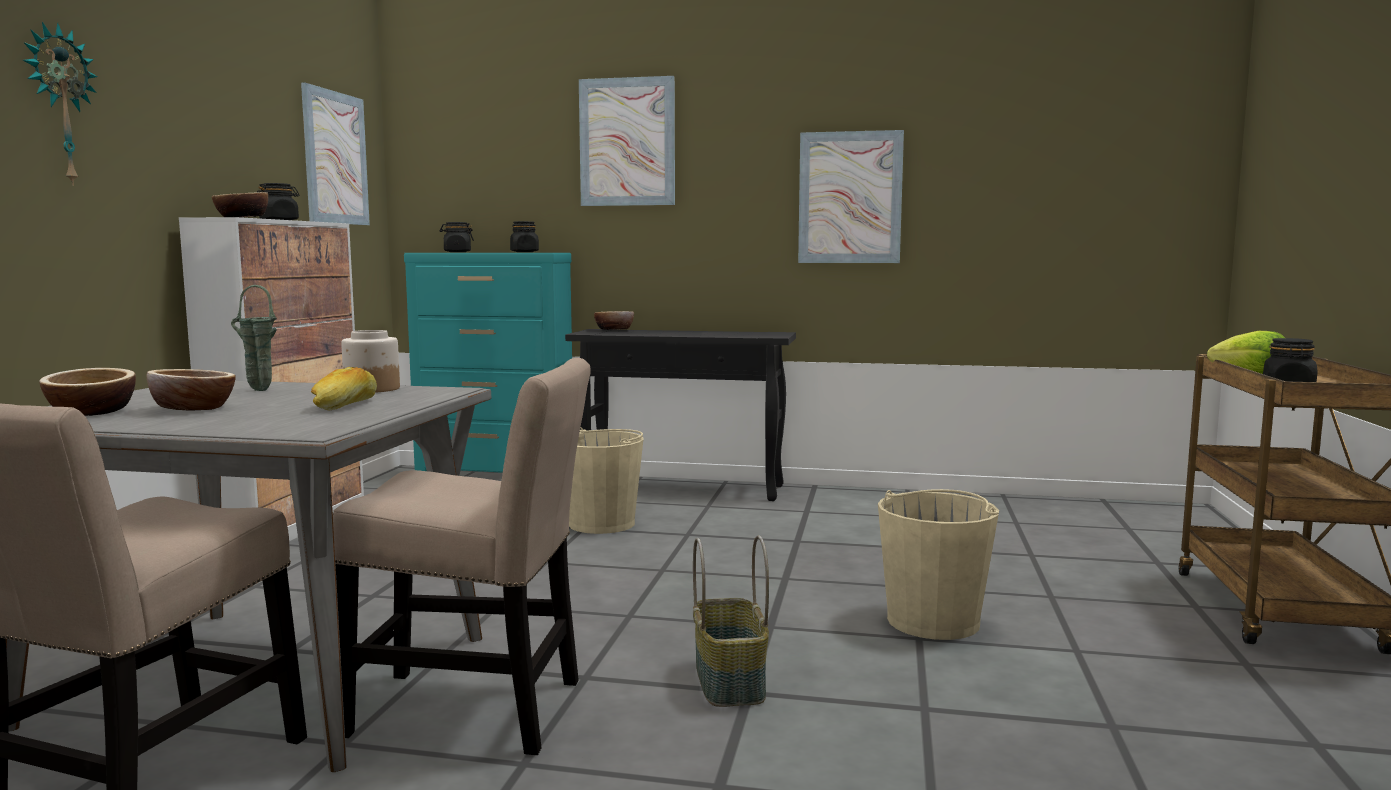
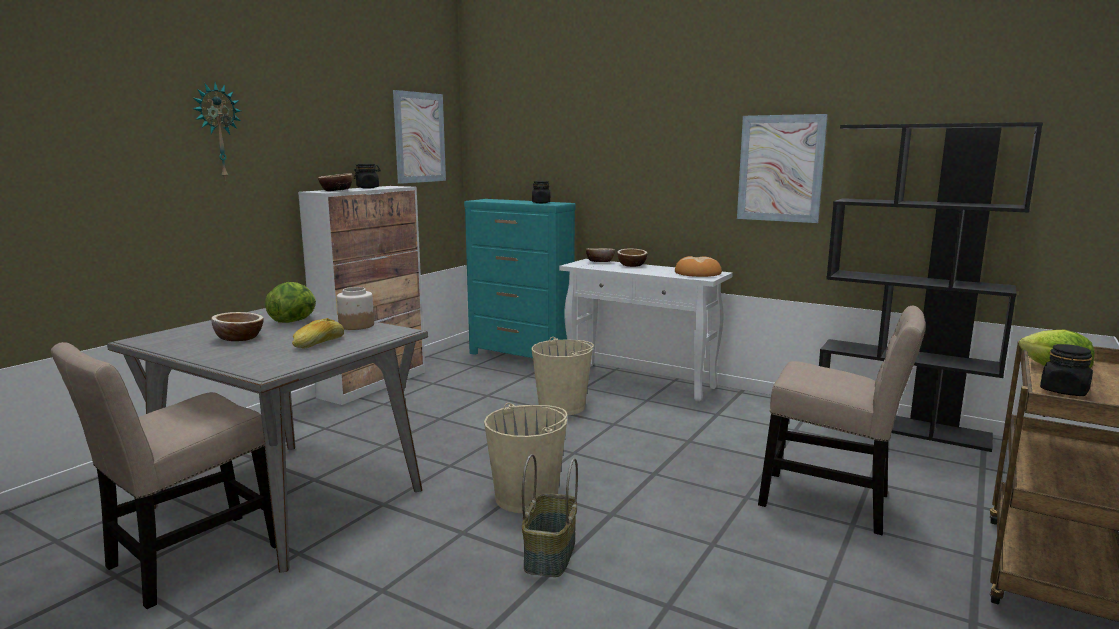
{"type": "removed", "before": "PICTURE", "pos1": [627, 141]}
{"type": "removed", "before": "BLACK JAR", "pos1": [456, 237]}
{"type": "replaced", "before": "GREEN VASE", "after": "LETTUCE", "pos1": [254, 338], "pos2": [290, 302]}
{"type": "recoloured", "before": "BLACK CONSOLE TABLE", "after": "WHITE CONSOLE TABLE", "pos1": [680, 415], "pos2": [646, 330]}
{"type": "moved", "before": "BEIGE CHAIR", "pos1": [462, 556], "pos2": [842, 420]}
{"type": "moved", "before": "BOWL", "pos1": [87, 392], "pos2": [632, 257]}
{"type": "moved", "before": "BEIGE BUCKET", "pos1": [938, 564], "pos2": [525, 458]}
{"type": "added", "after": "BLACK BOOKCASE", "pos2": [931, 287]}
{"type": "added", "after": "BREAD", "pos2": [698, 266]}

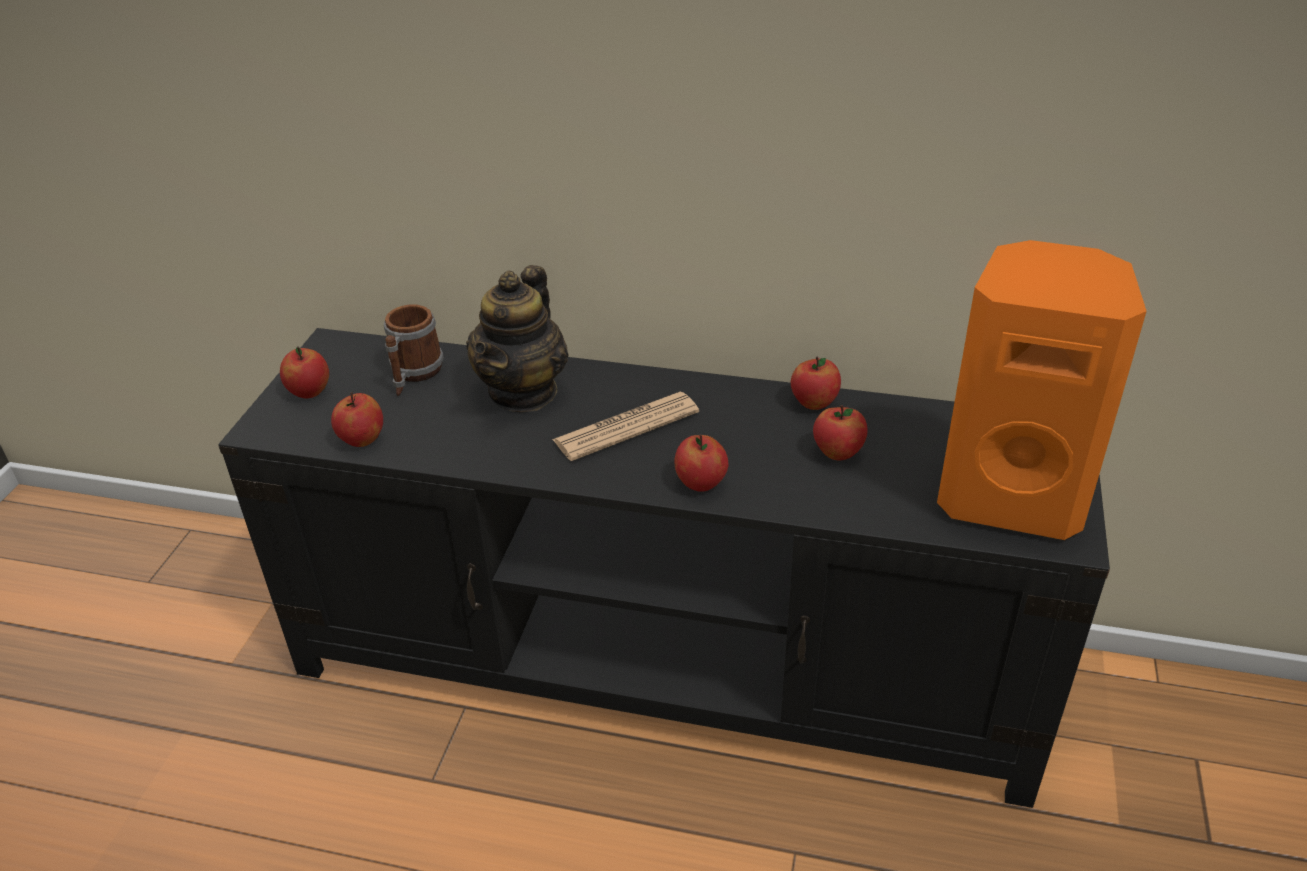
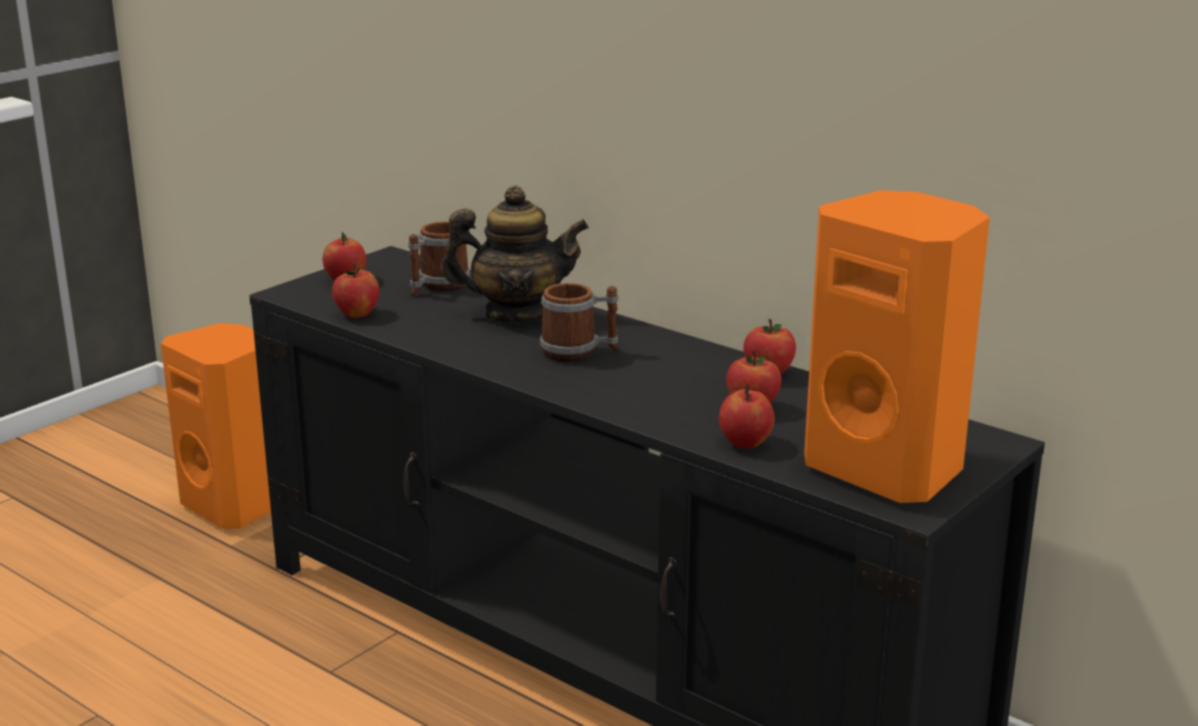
{"type": "turned", "before": "TEAPOT", "pos1": [517, 338], "pos2": [515, 254], "turn": -135}
{"type": "replaced", "before": "NEWSPAPER", "after": "MUG", "pos1": [625, 426], "pos2": [580, 322]}
{"type": "moved", "before": "APPLE", "pos1": [701, 463], "pos2": [747, 416]}
{"type": "added", "after": "ORANGE SPEAKER", "pos2": [216, 426]}

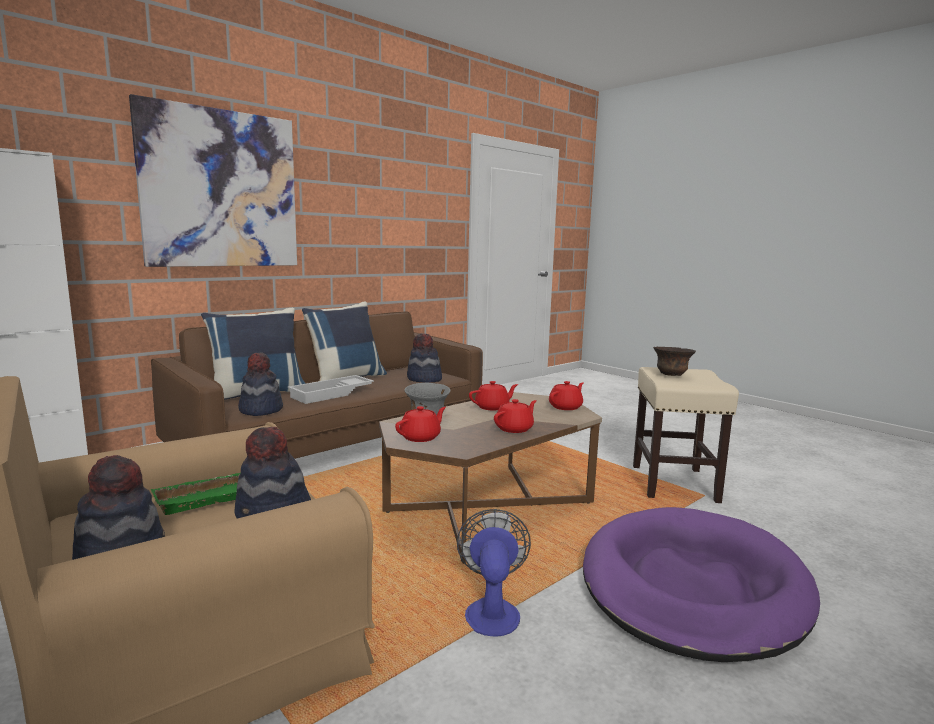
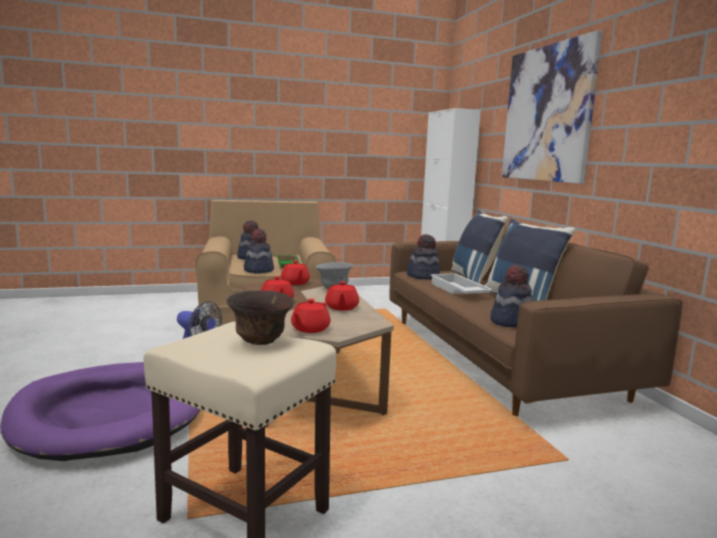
{"type": "turned", "before": "RED TEAPOT", "pos1": [566, 395], "pos2": [311, 316], "turn": 45}

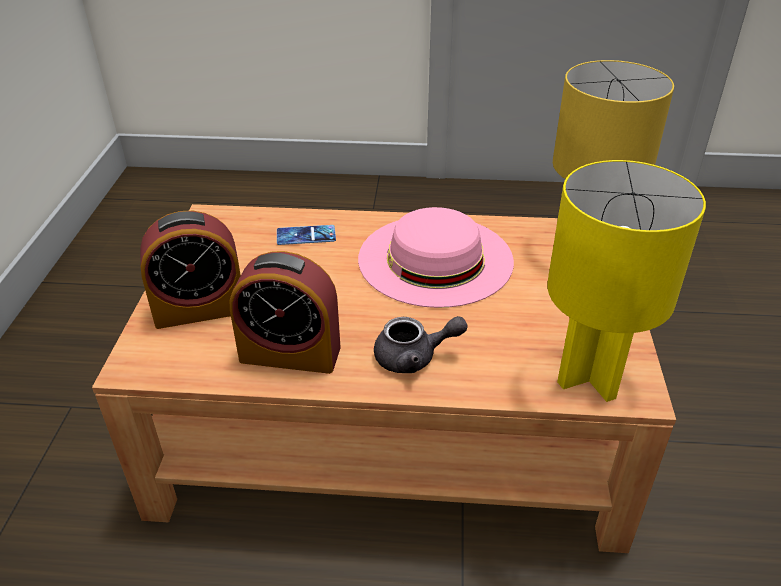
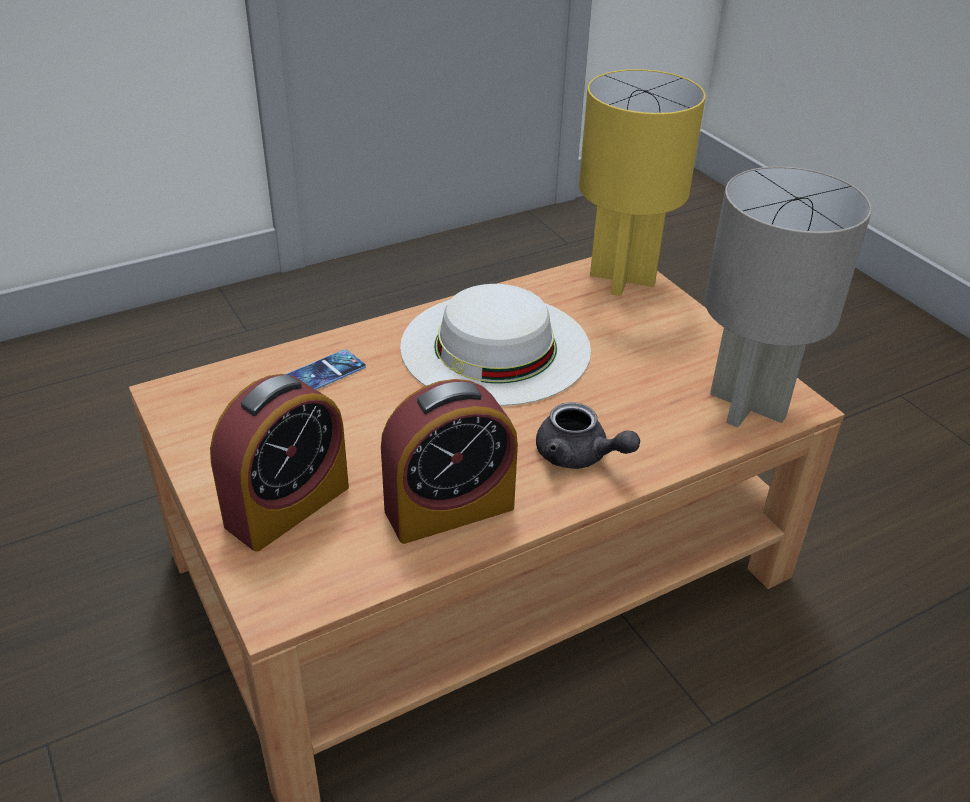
{"type": "recoloured", "before": "YELLOW TABLE LAMP", "after": "GREY TABLE LAMP", "pos1": [626, 281], "pos2": [788, 297]}
{"type": "recoloured", "before": "PINK HAT", "after": "WHITE HAT", "pos1": [436, 257], "pos2": [495, 345]}
{"type": "turned", "before": "GREY TEAPOT", "pos1": [421, 344], "pos2": [588, 435], "turn": 75}

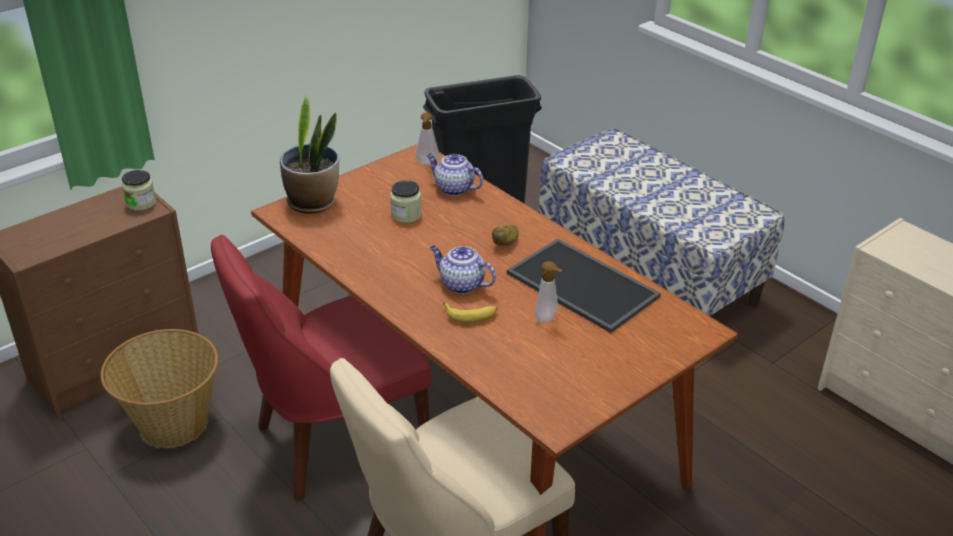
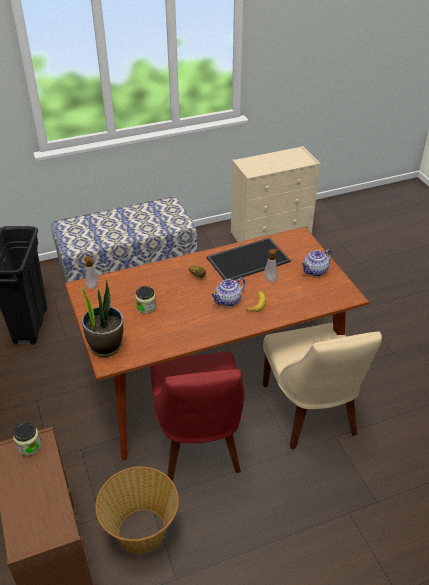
{"type": "moved", "before": "TEAPOT", "pos1": [454, 175], "pos2": [317, 262]}

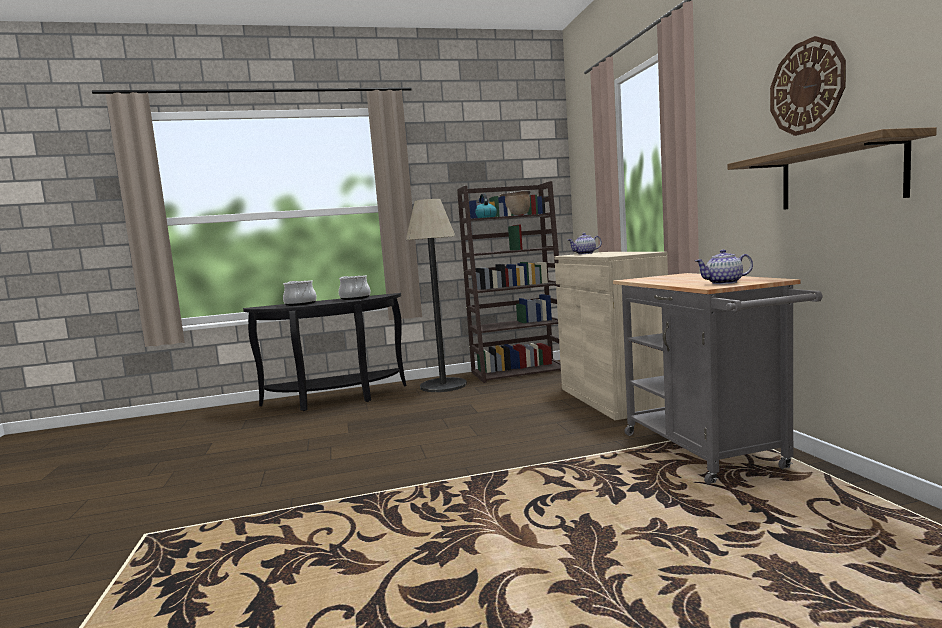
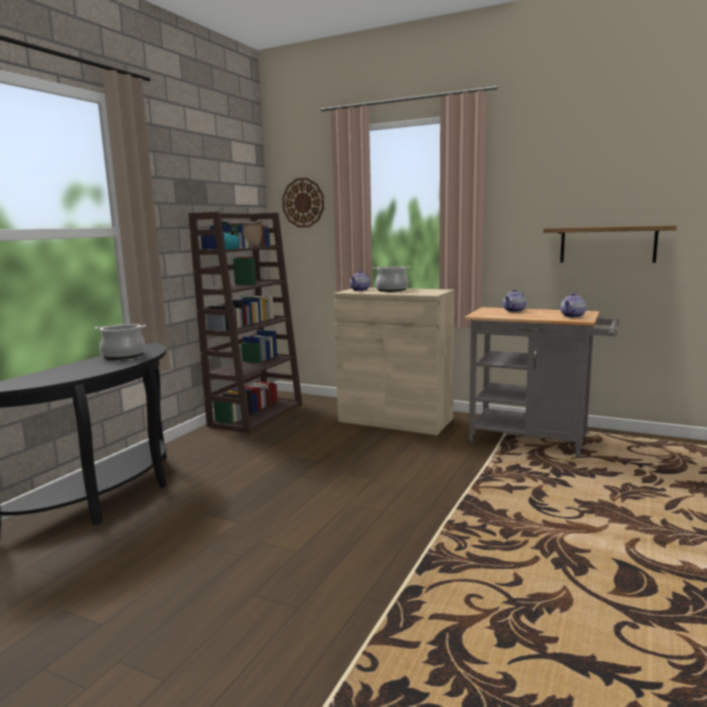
{"type": "moved", "before": "WALL CLOCK", "pos1": [808, 86], "pos2": [303, 203]}
{"type": "removed", "before": "FLOOR LAMP", "pos1": [436, 295]}
{"type": "moved", "before": "COOKING POT", "pos1": [300, 293], "pos2": [392, 279]}
{"type": "added", "after": "TEAPOT", "pos2": [514, 300]}

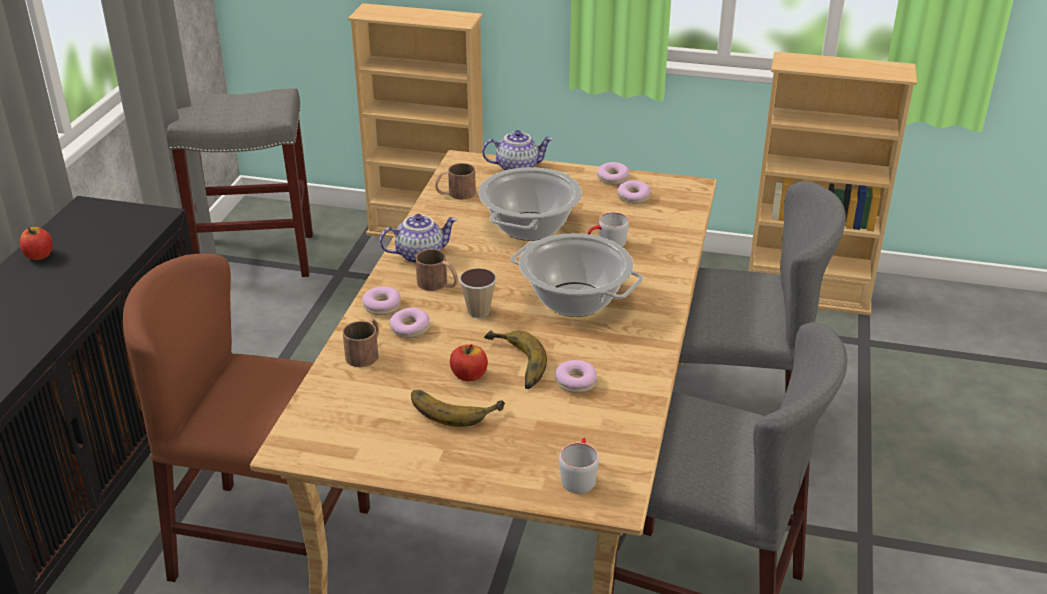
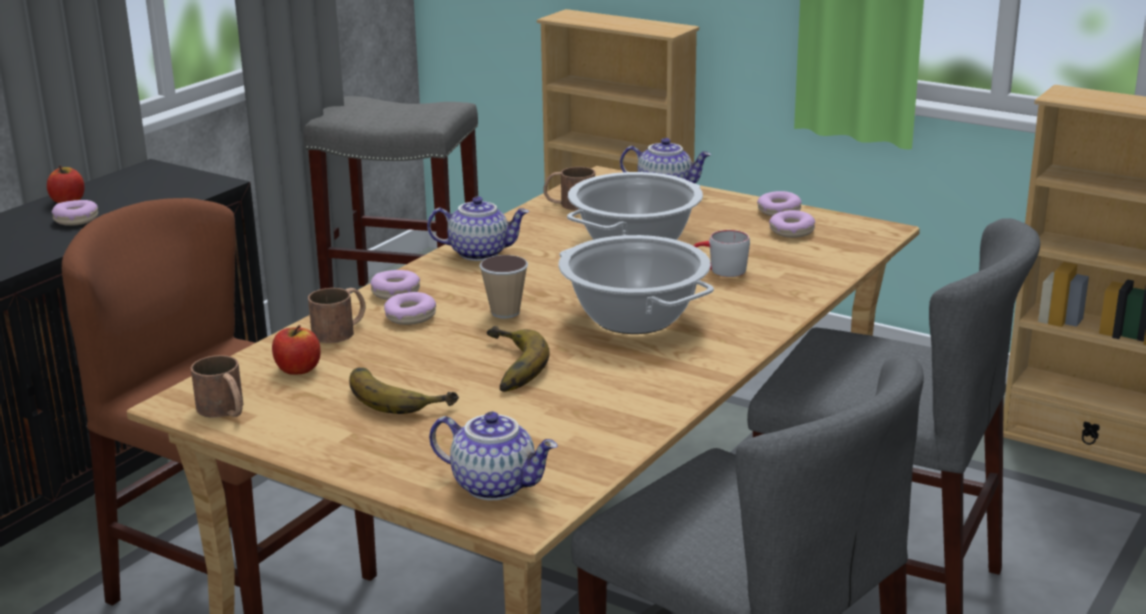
{"type": "moved", "before": "BROWN MUG", "pos1": [437, 270], "pos2": [217, 386]}
{"type": "moved", "before": "APPLE", "pos1": [469, 363], "pos2": [296, 349]}
{"type": "moved", "before": "DONUT", "pos1": [576, 376], "pos2": [75, 213]}
{"type": "replaced", "before": "GREY MUG", "after": "TEAPOT", "pos1": [579, 466], "pos2": [493, 456]}

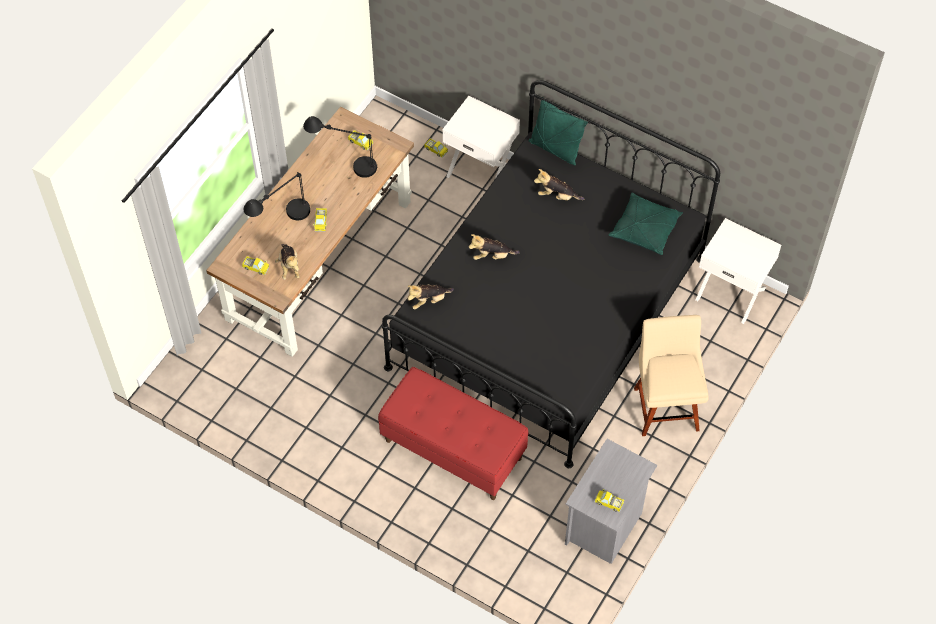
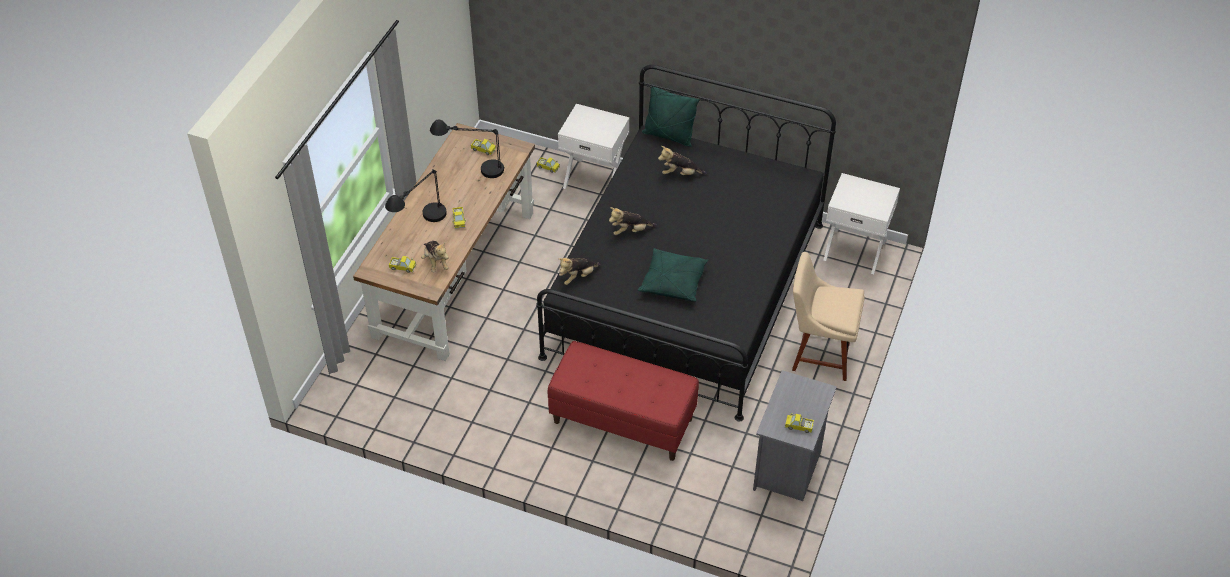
{"type": "moved", "before": "GREEN PILLOW", "pos1": [645, 223], "pos2": [673, 275]}
{"type": "turned", "before": "BEIGE CHAIR", "pos1": [671, 375], "pos2": [828, 316], "turn": -60}

